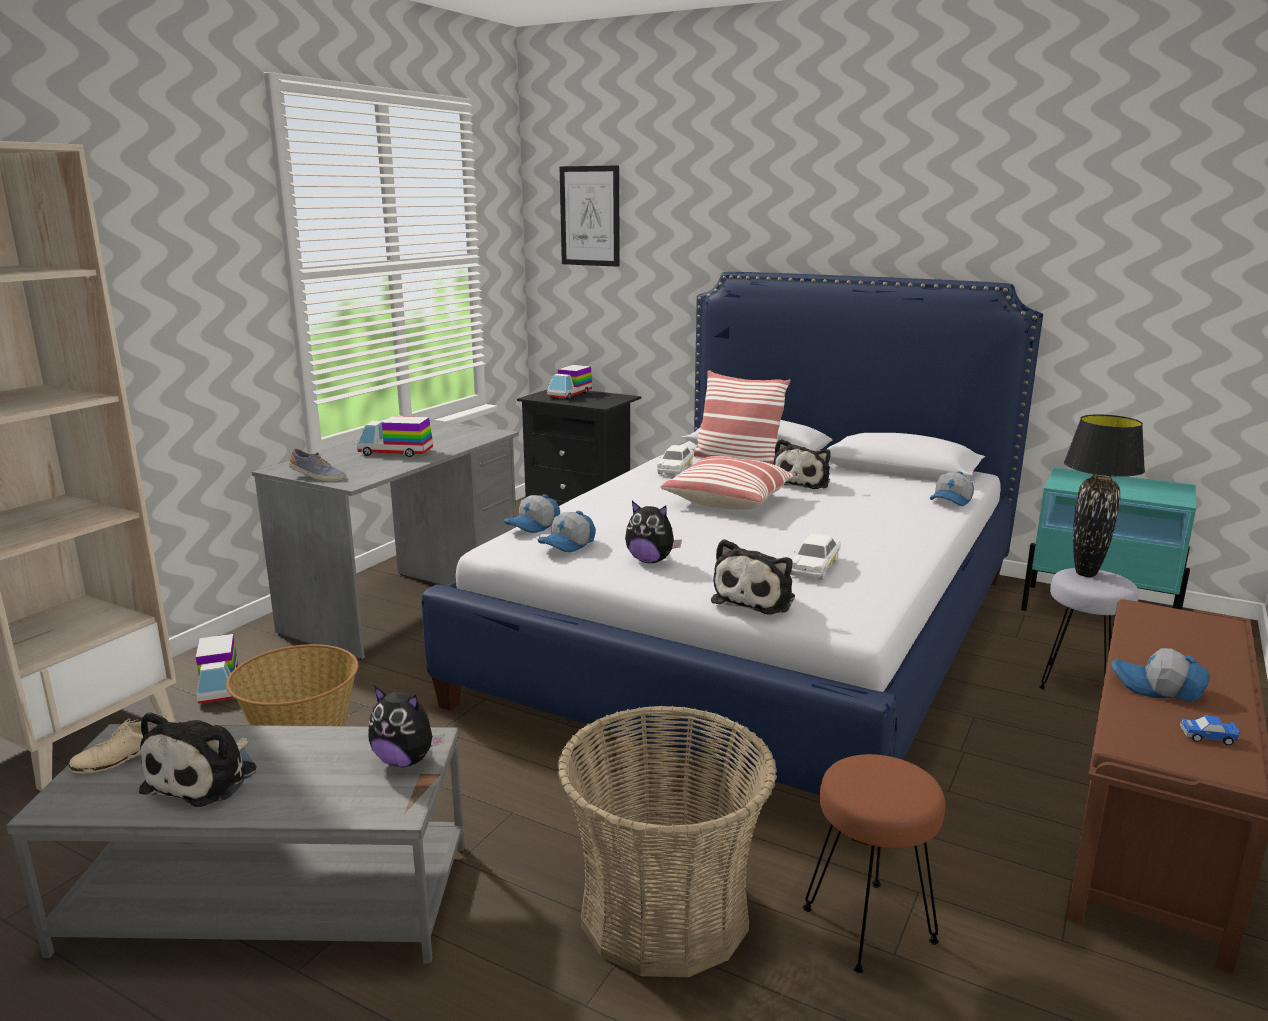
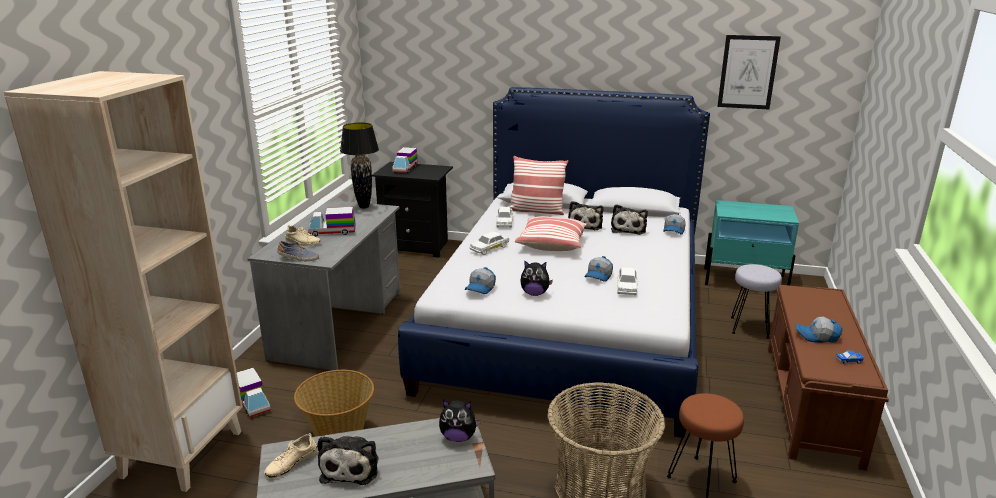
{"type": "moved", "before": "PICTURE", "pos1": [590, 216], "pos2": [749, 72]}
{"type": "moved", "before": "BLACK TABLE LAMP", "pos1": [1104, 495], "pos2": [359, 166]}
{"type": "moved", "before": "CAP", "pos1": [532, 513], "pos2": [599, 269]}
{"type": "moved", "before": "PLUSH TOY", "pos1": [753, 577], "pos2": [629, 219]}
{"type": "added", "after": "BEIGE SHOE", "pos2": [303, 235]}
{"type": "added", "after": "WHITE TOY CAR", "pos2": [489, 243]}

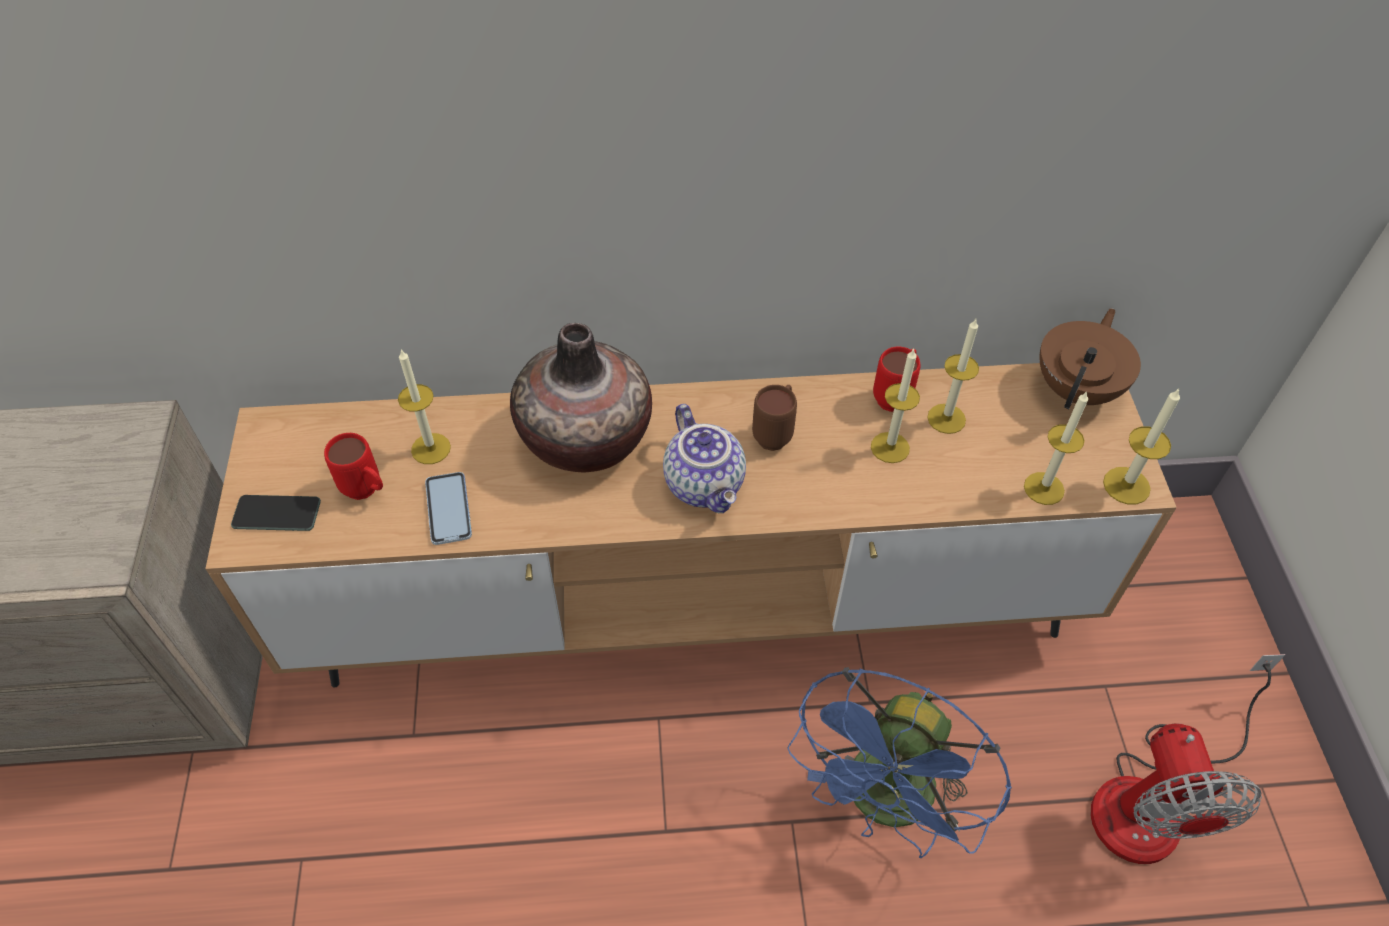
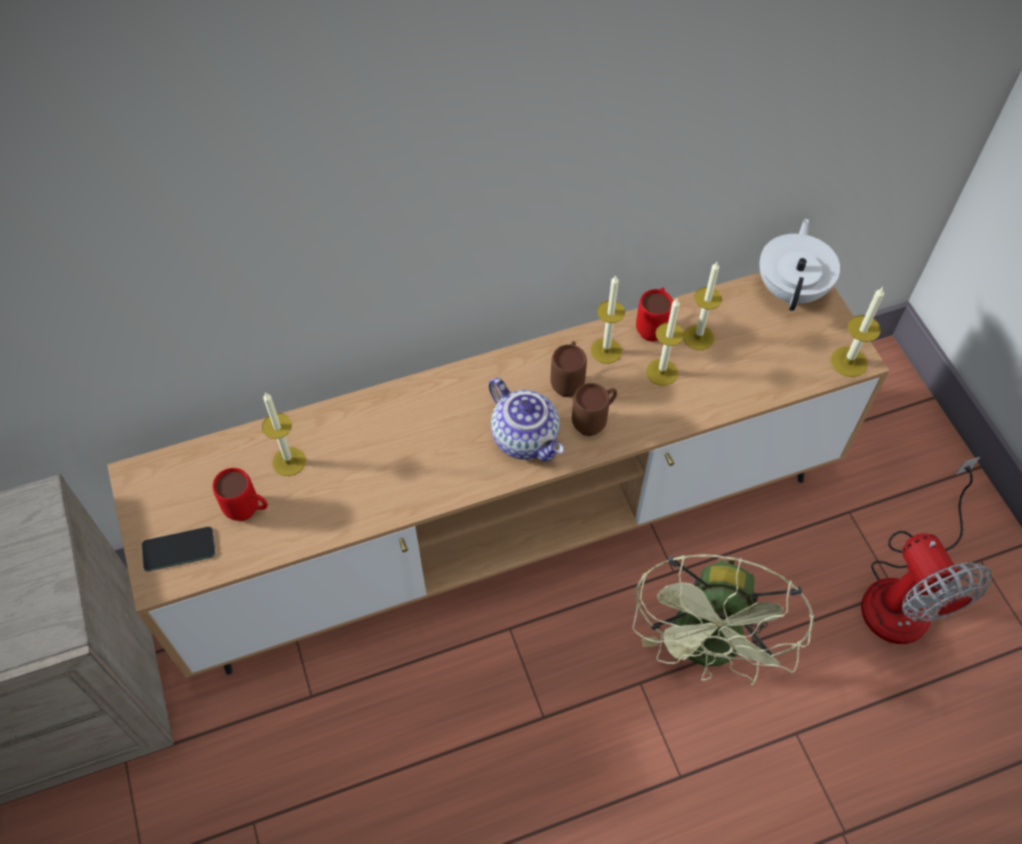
{"type": "recoloured", "before": "BROWN TEAPOT", "after": "WHITE TEAPOT", "pos1": [1090, 358], "pos2": [799, 264]}
{"type": "removed", "before": "VASE", "pos1": [581, 397]}
{"type": "moved", "before": "CANDLE", "pos1": [1056, 448], "pos2": [608, 319]}
{"type": "removed", "before": "PHONE", "pos1": [448, 508]}
{"type": "recoloured", "before": "BLUE FAN", "after": "GREEN FAN", "pos1": [899, 762], "pos2": [723, 620]}
{"type": "added", "after": "BROWN MUG", "pos2": [594, 409]}

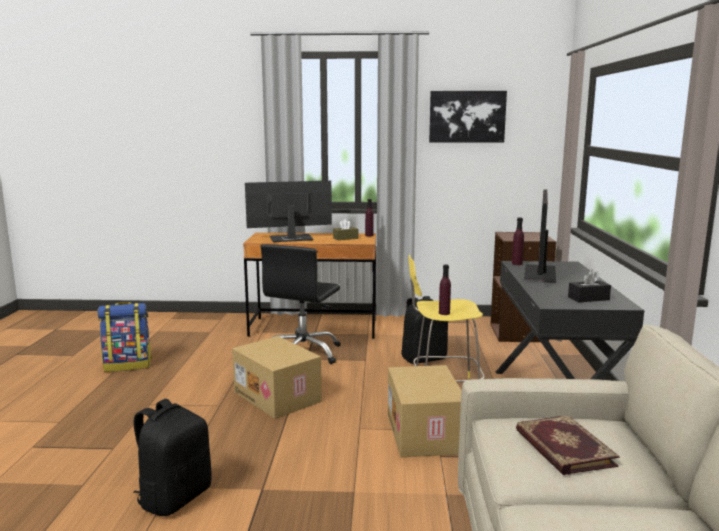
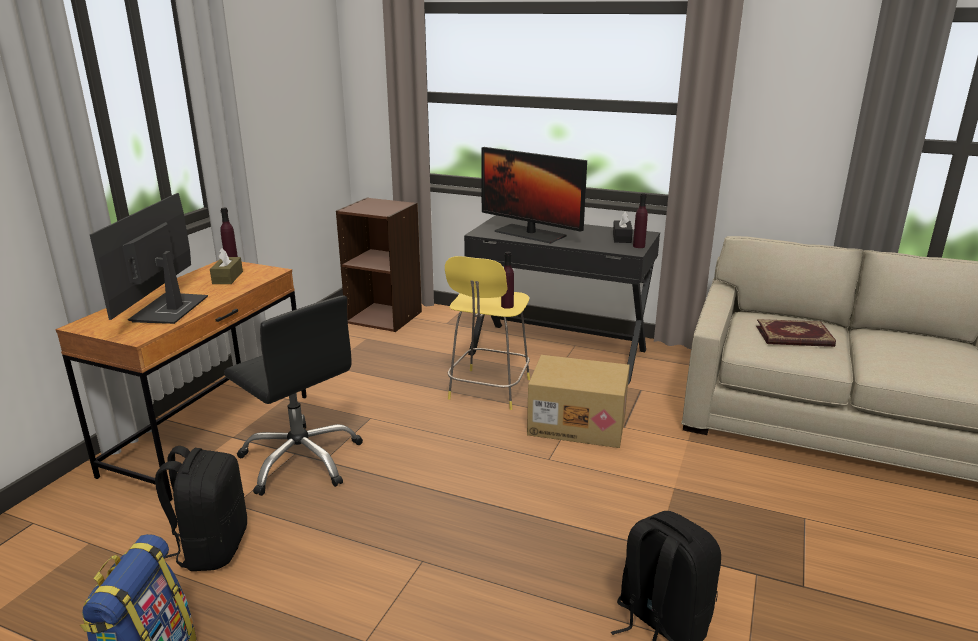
{"type": "removed", "before": "PICTURE", "pos1": [468, 117]}
{"type": "moved", "before": "PURPLE BOTTLE", "pos1": [518, 241], "pos2": [640, 220]}
{"type": "moved", "before": "BLACK BACKPACK", "pos1": [424, 330], "pos2": [201, 508]}
{"type": "removed", "before": "CARDBOARD BOX", "pos1": [277, 377]}

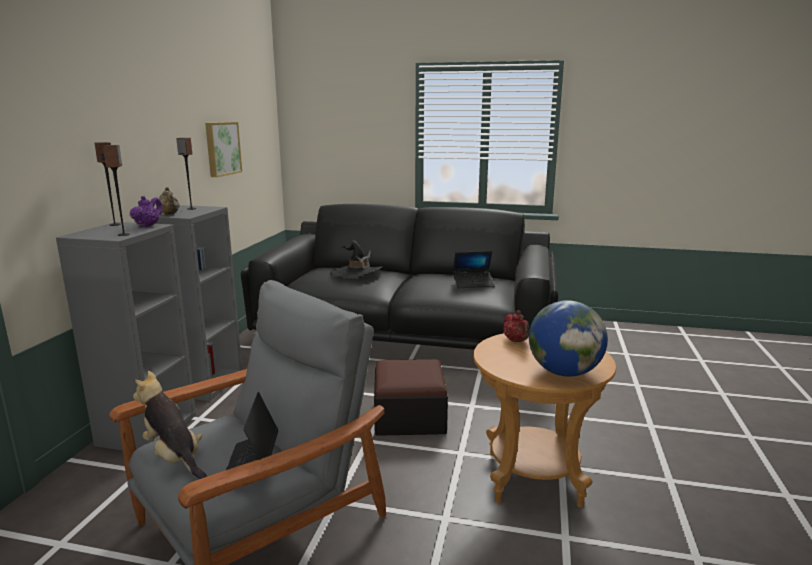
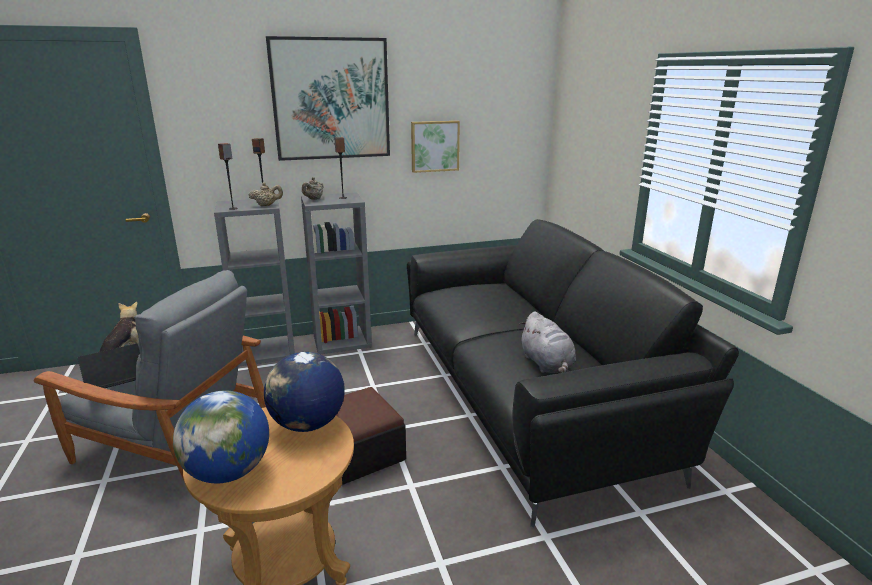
{"type": "recoloured", "before": "PURPLE TEAPOT", "after": "BEIGE TEAPOT", "pos1": [146, 211], "pos2": [265, 194]}
{"type": "removed", "before": "BLACK HAT", "pos1": [356, 259]}
{"type": "replaced", "before": "LAPTOP", "after": "GREY PLUSH TOY", "pos1": [474, 269], "pos2": [547, 342]}
{"type": "replaced", "before": "RED TEAPOT", "after": "GLOBE", "pos1": [516, 326], "pos2": [304, 392]}
{"type": "added", "after": "PICTURE", "pos2": [328, 98]}

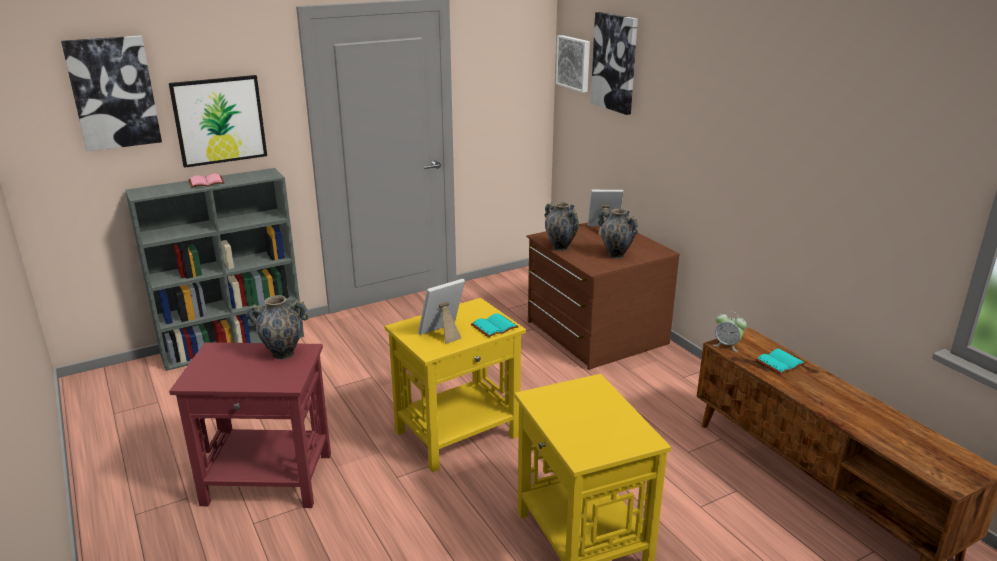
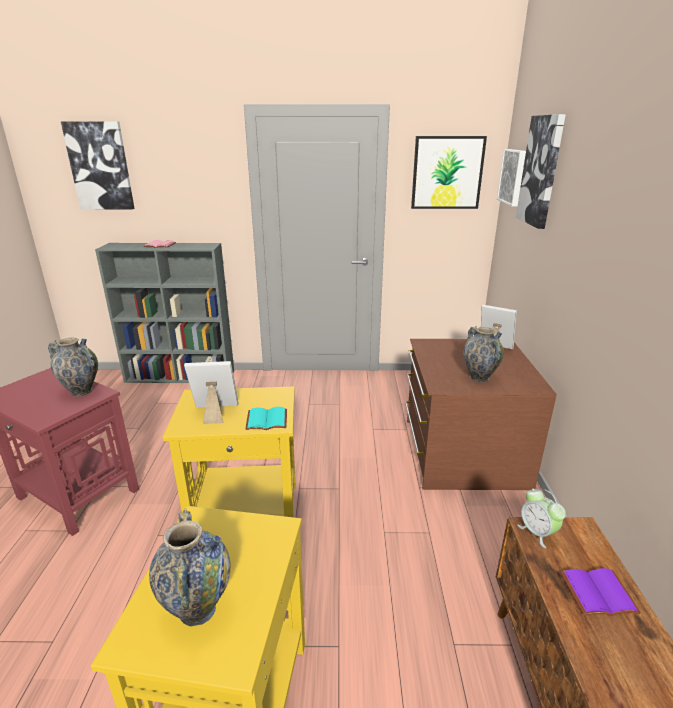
{"type": "moved", "before": "PICTURE", "pos1": [218, 121], "pos2": [449, 172]}
{"type": "moved", "before": "VASE", "pos1": [562, 226], "pos2": [189, 568]}
{"type": "recoloured", "before": "TURQUOISE BOOK", "after": "PURPLE BOOK", "pos1": [780, 361], "pos2": [601, 592]}

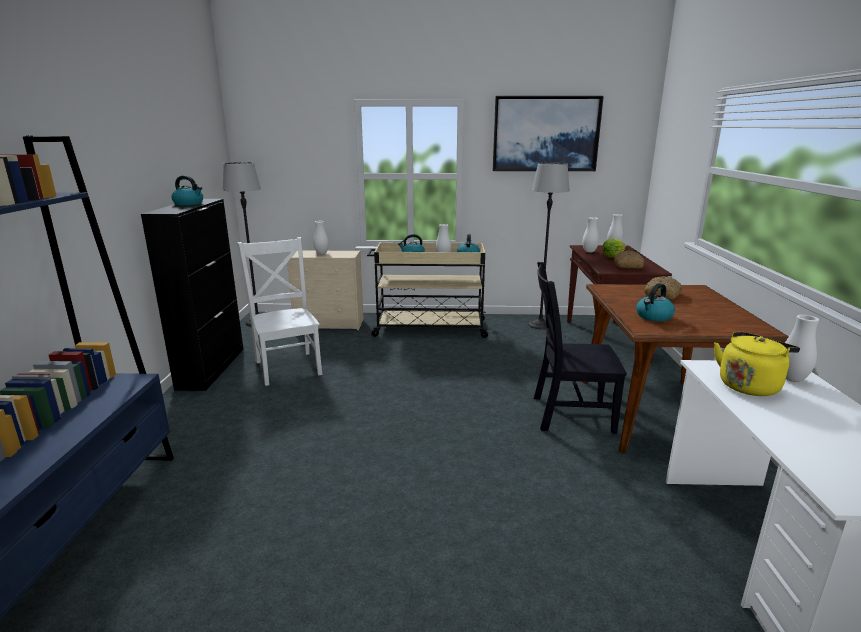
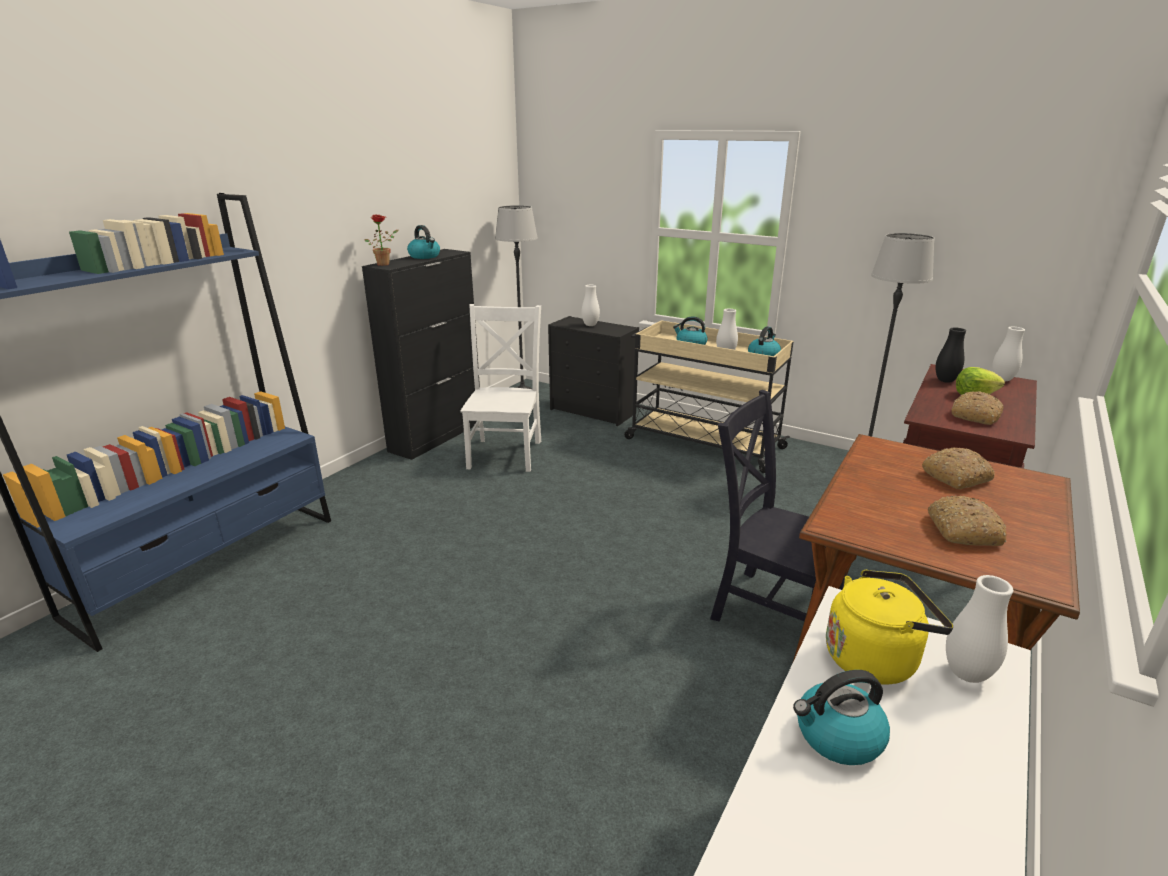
{"type": "removed", "before": "PICTURE", "pos1": [548, 133]}
{"type": "recoloured", "before": "WHITE VASE", "after": "BLACK VASE", "pos1": [591, 235], "pos2": [951, 355]}
{"type": "recoloured", "before": "BEIGE DRESSER", "after": "BLACK DRESSER", "pos1": [325, 290], "pos2": [593, 371]}
{"type": "moved", "before": "KETTLE", "pos1": [655, 302], "pos2": [841, 717]}
{"type": "added", "after": "POTTED PLANT", "pos2": [381, 240]}
{"type": "added", "after": "BREAD", "pos2": [967, 521]}

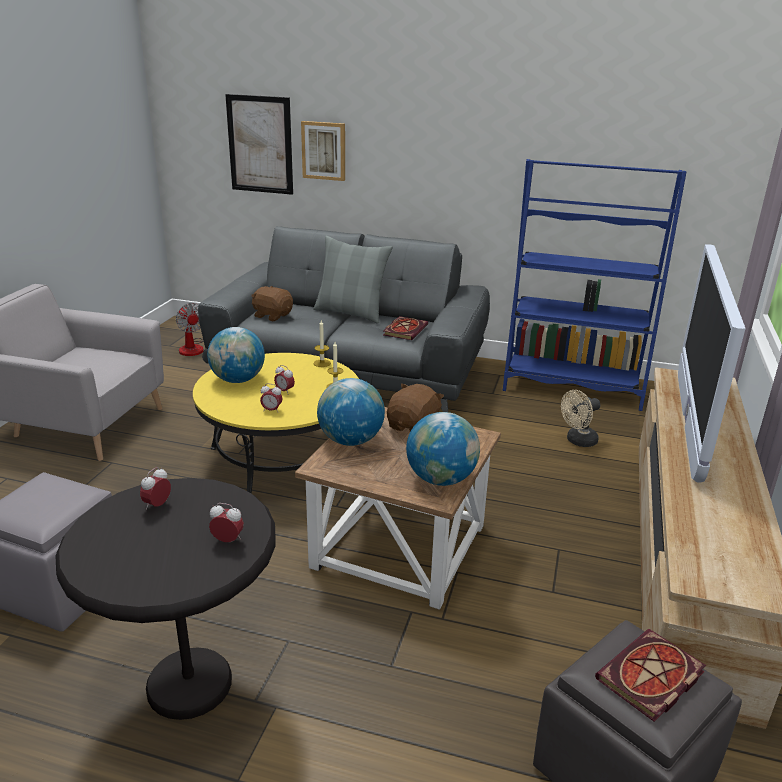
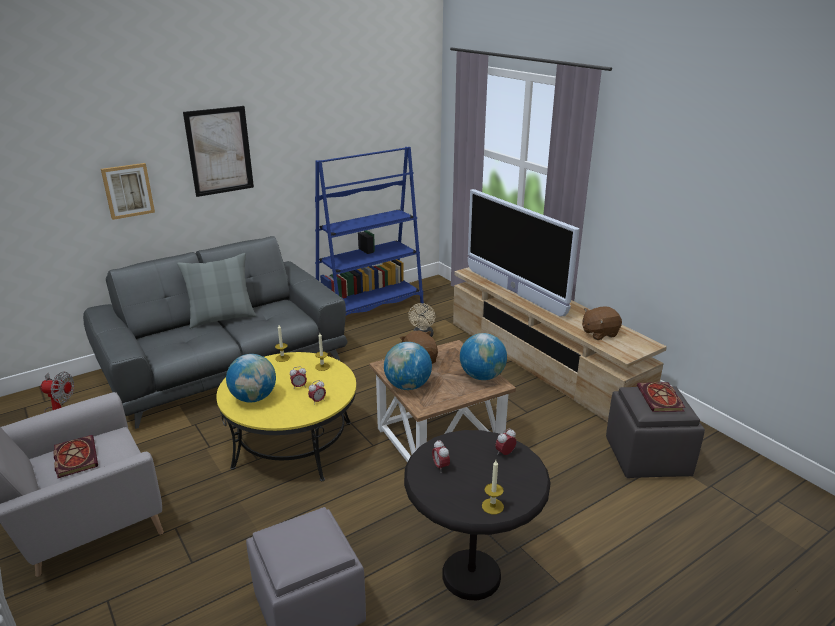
{"type": "moved", "before": "PICTURE", "pos1": [259, 144], "pos2": [218, 151]}
{"type": "moved", "before": "BROWN PLUSH TOY", "pos1": [272, 304], "pos2": [602, 323]}
{"type": "moved", "before": "BOOK", "pos1": [405, 328], "pos2": [75, 456]}
{"type": "added", "after": "CANDLE", "pos2": [493, 487]}

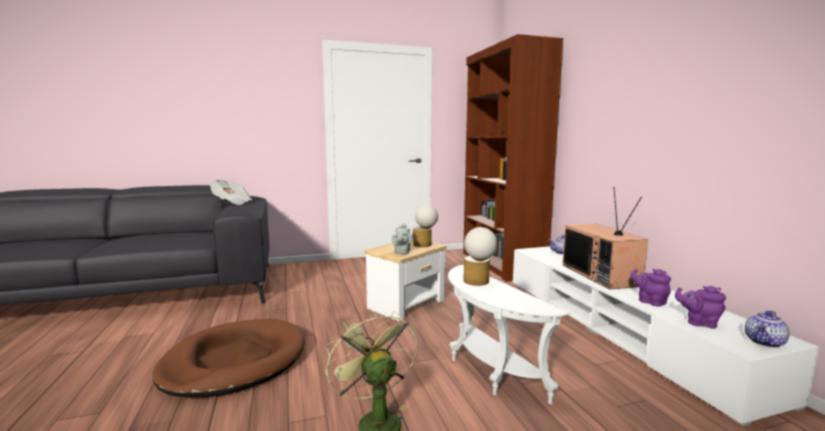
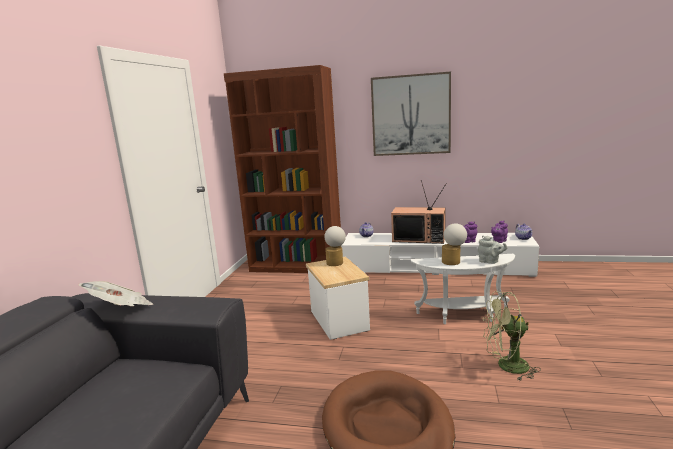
{"type": "moved", "before": "GREY TEAPOT", "pos1": [401, 238], "pos2": [493, 250]}
{"type": "added", "after": "PICTURE", "pos2": [411, 113]}

